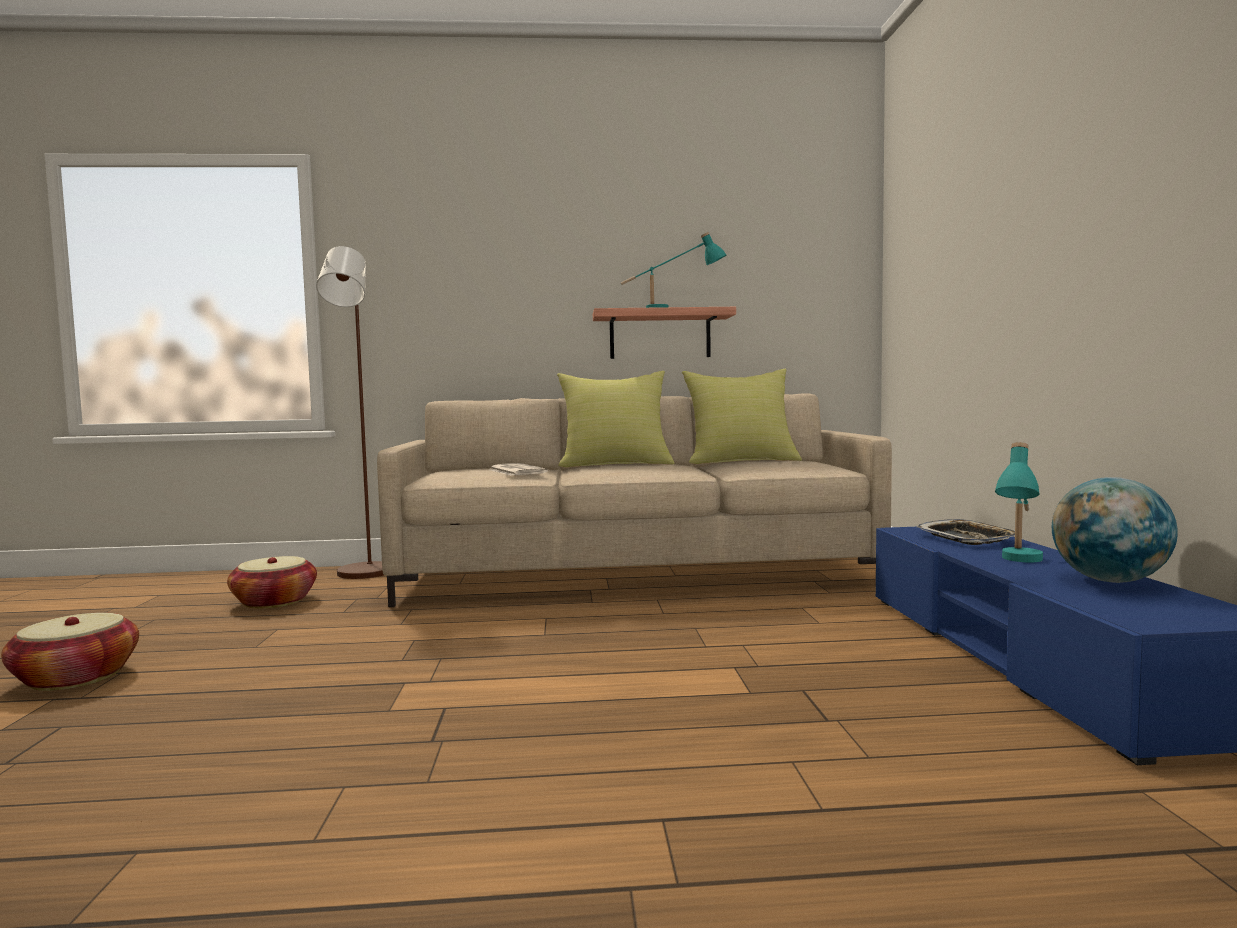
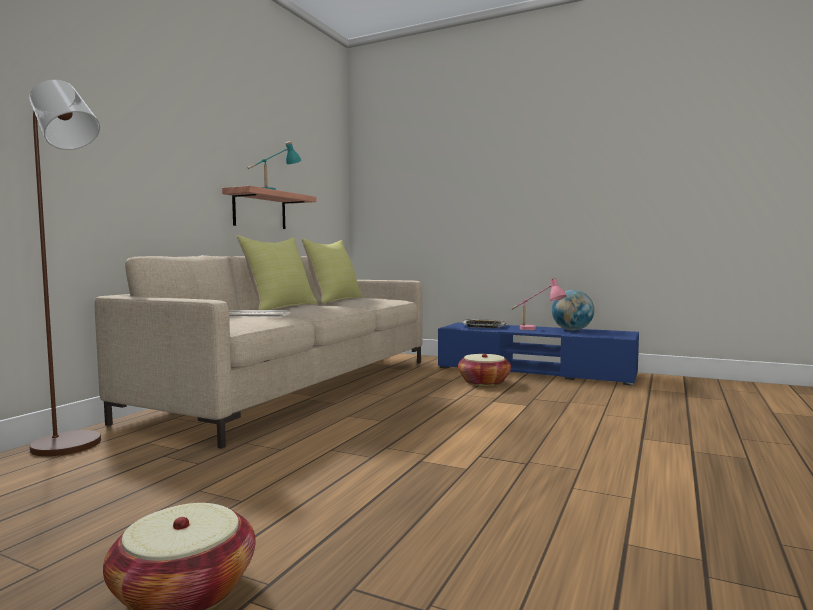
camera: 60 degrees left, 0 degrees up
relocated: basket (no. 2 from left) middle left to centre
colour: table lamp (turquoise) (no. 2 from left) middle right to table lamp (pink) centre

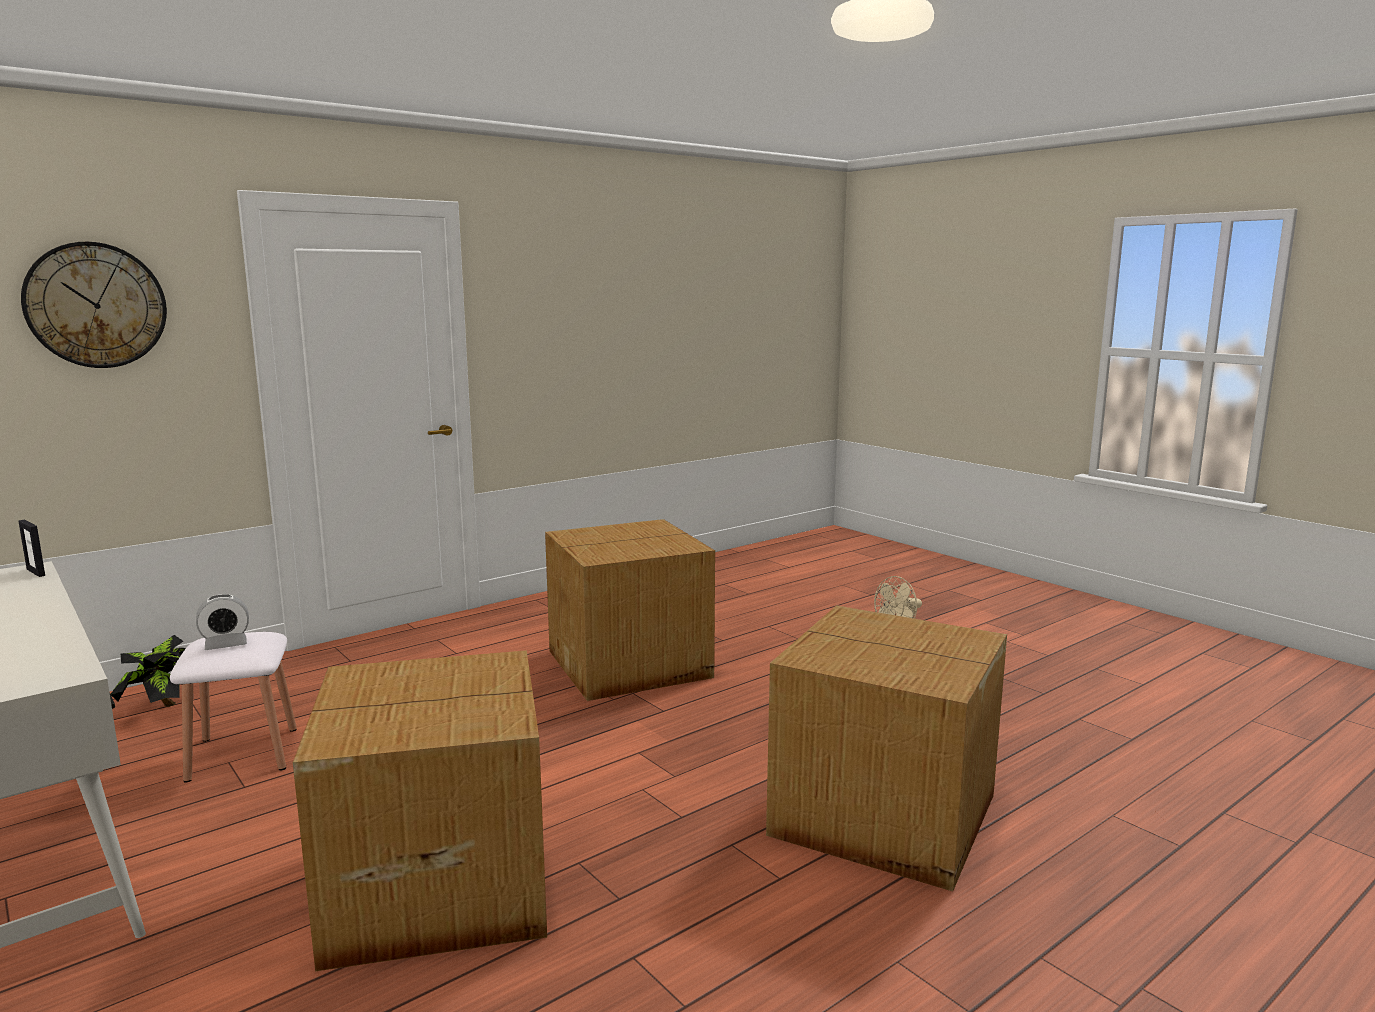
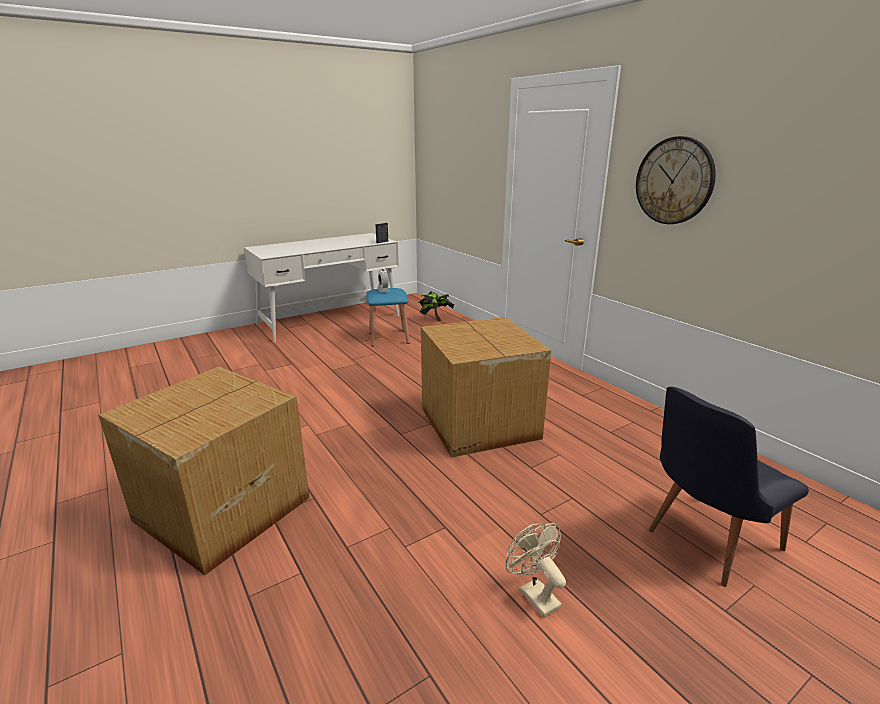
camera: 95 degrees right, 10 degrees up
missing: cardboard box (no. 1 from left) bottom left
appeared: chair (black) bottom right
relocated: wall clock top left to top right
colour: stool (white) bottom left to stool (blue) centre

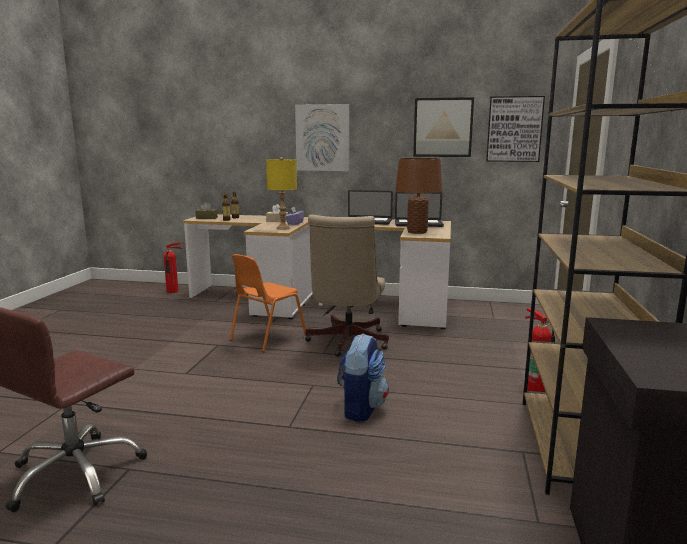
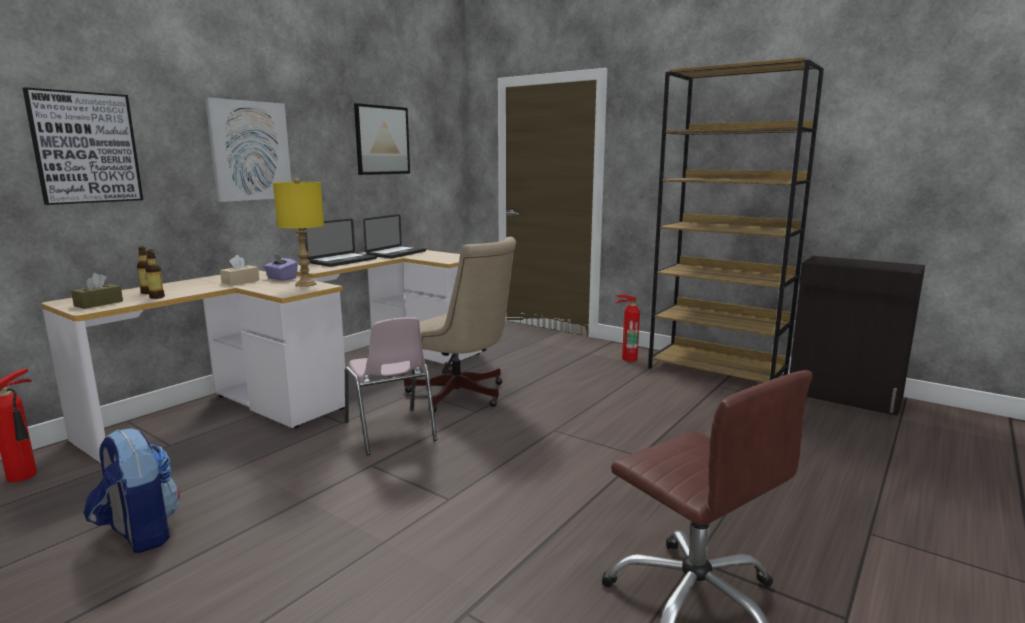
camera: 65 degrees left, 0 degrees up
missing: table lamp (brown) centre
relocated: backpack bottom centre to bottom left; picture (no. 3 from left in the first image) top right to picture (no. 1 from left) top left
colour: chair (orange) centre to chair (pink) centre

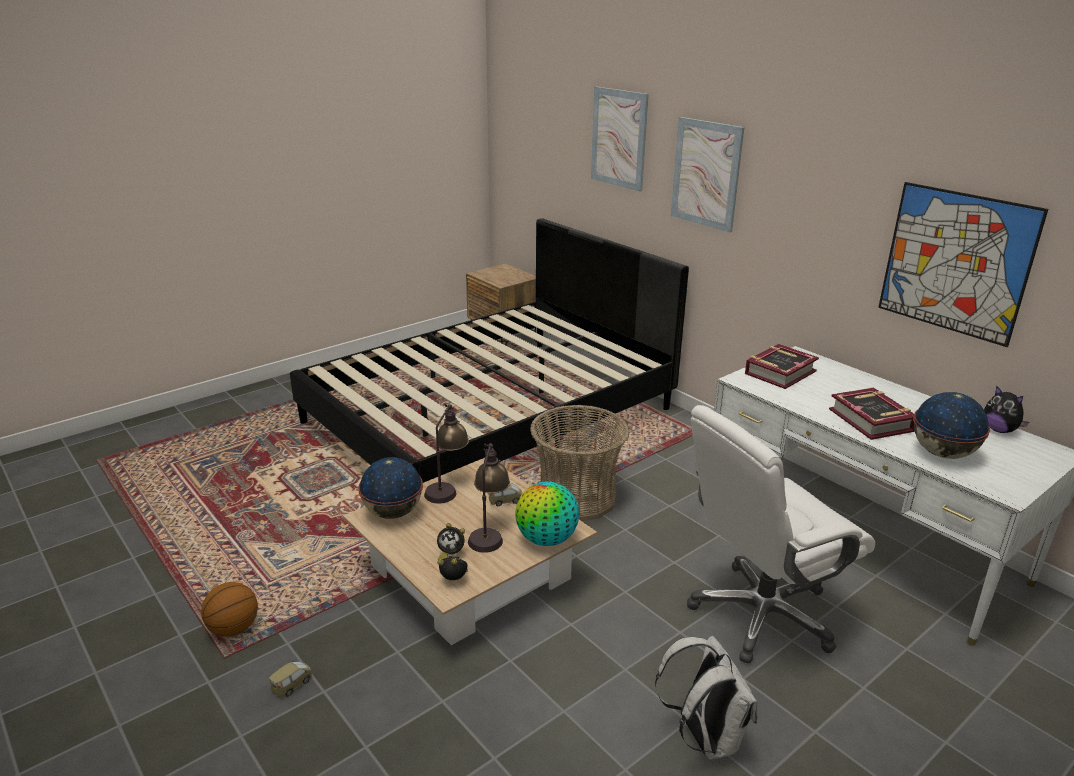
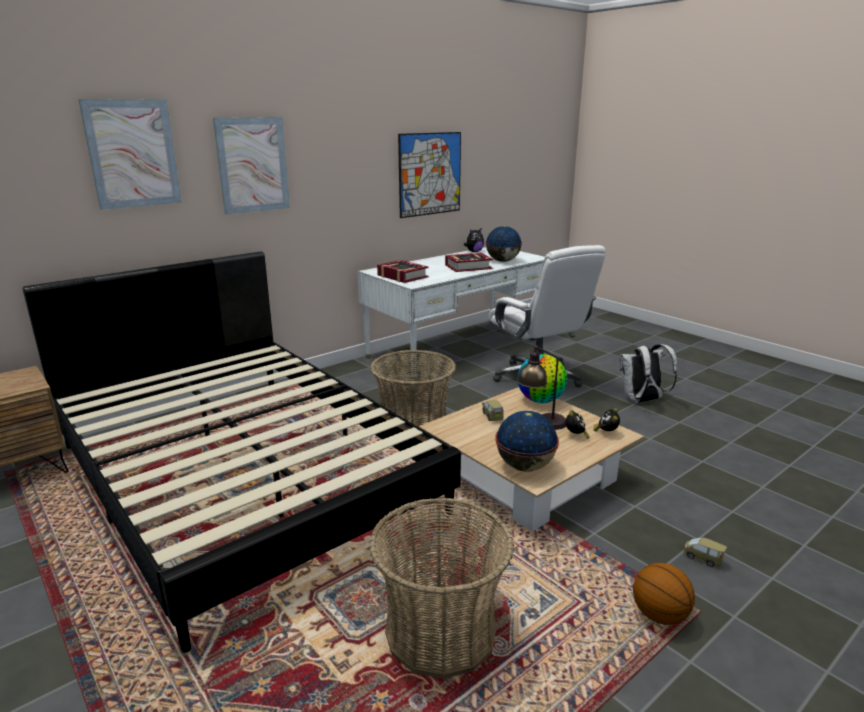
camera: 90 degrees left, 5 degrees down
missing: table lamp (no. 1 from left) centre
appeared: basket (no. 2 from left) bottom centre

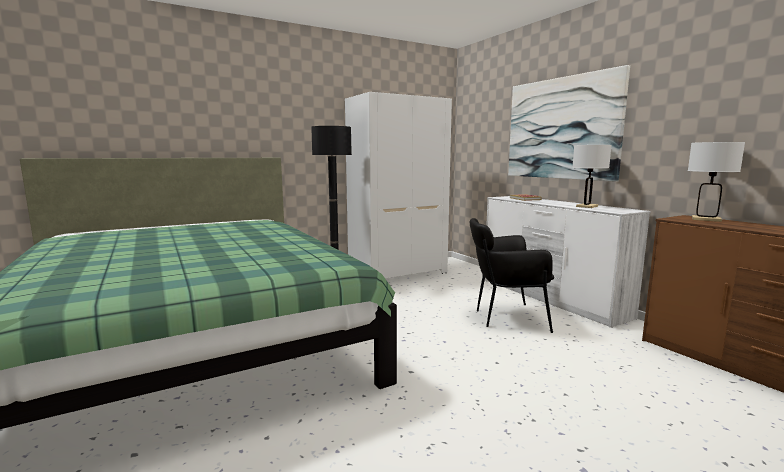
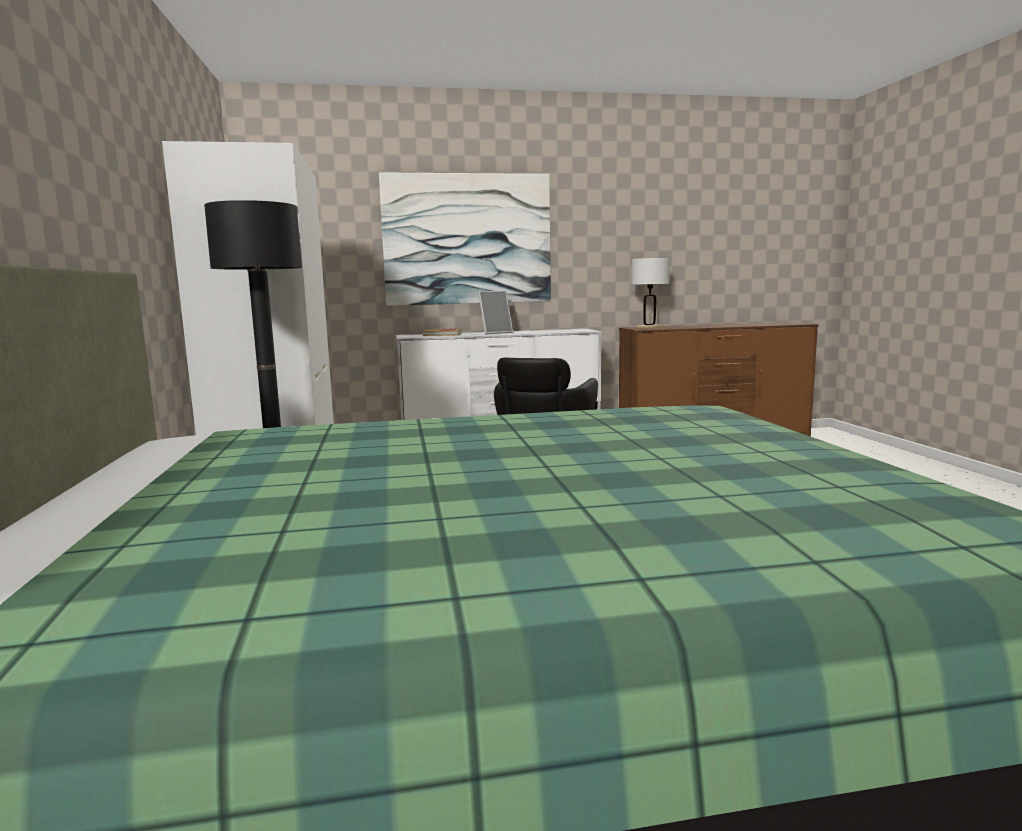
camera: 70 degrees left, 0 degrees up
missing: table lamp (white) (no. 1 from left) middle right
appeared: picture frame centre

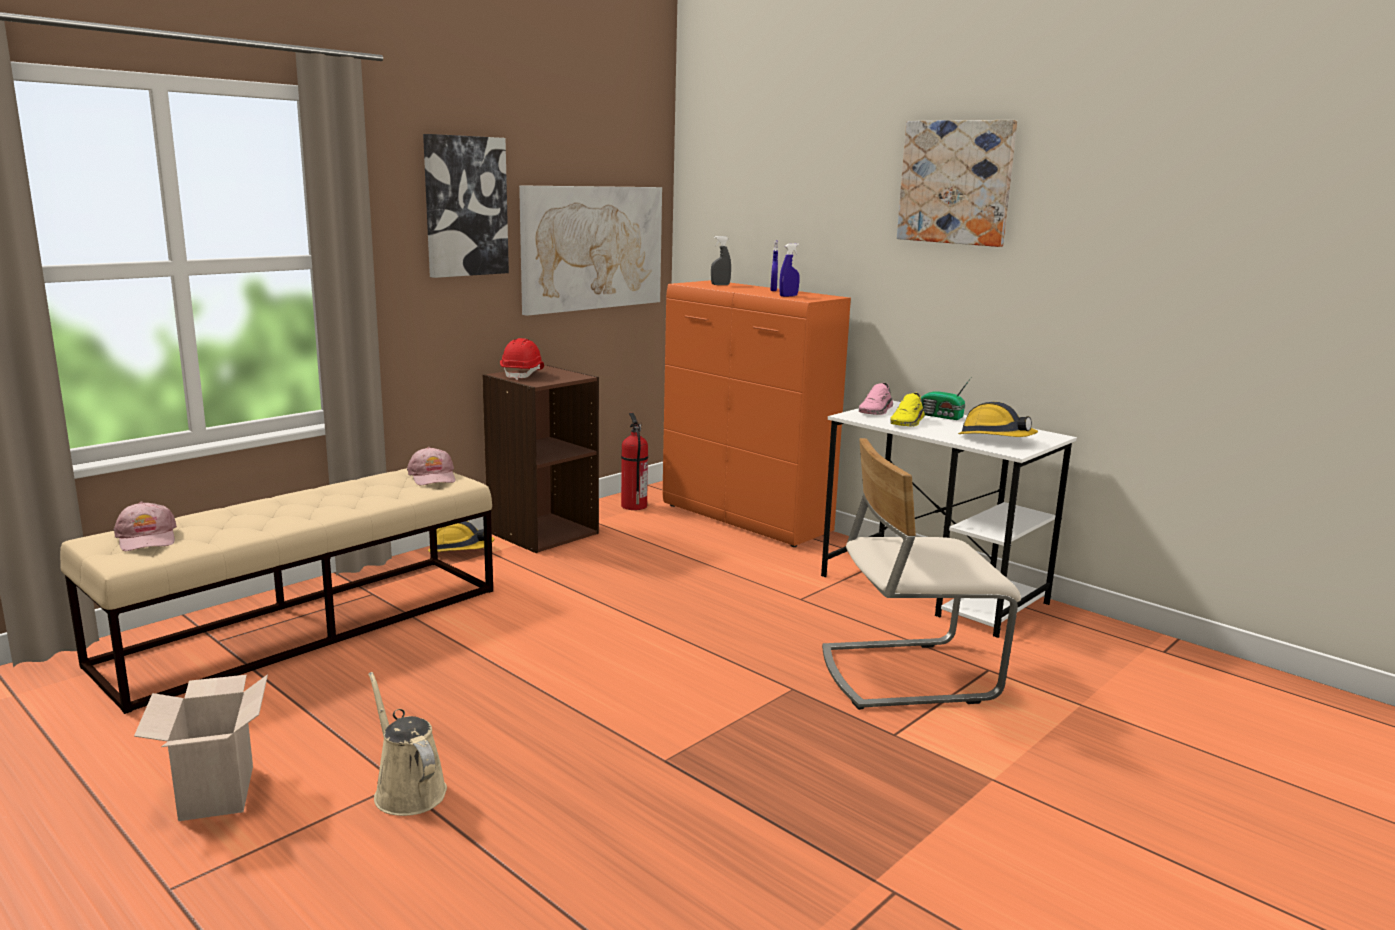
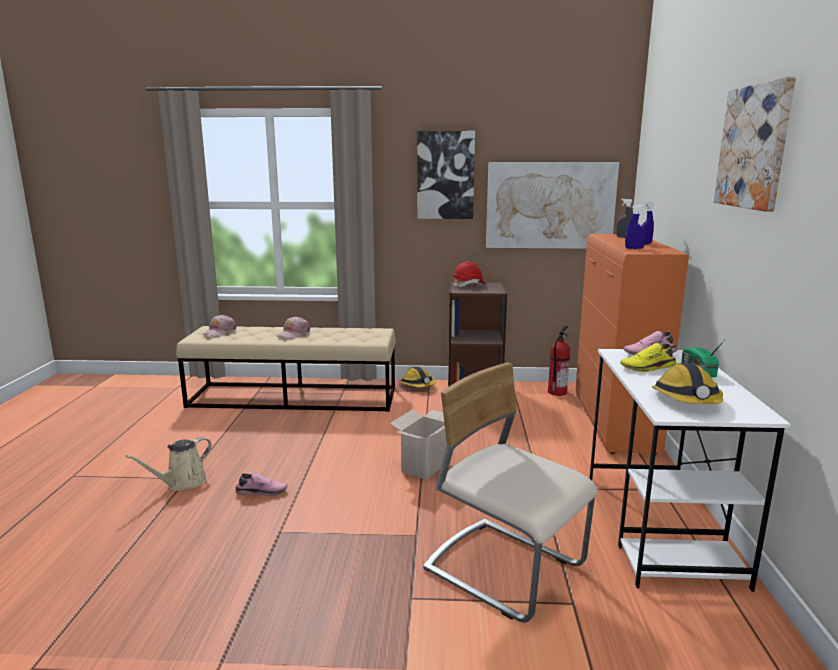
camera: 50 degrees right, 0 degrees up
appeared: shoe (pink) (no. 1 from left) bottom left
relocated: cardboard box bottom left to centre; cap (pink) (no. 2 from left) middle left to centre
spun: watering can (beige) bottom left = bottom left 150 degrees counterclockwise

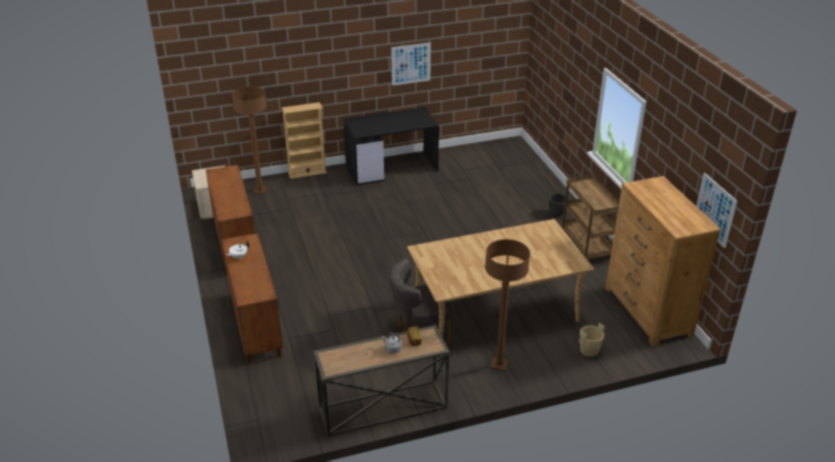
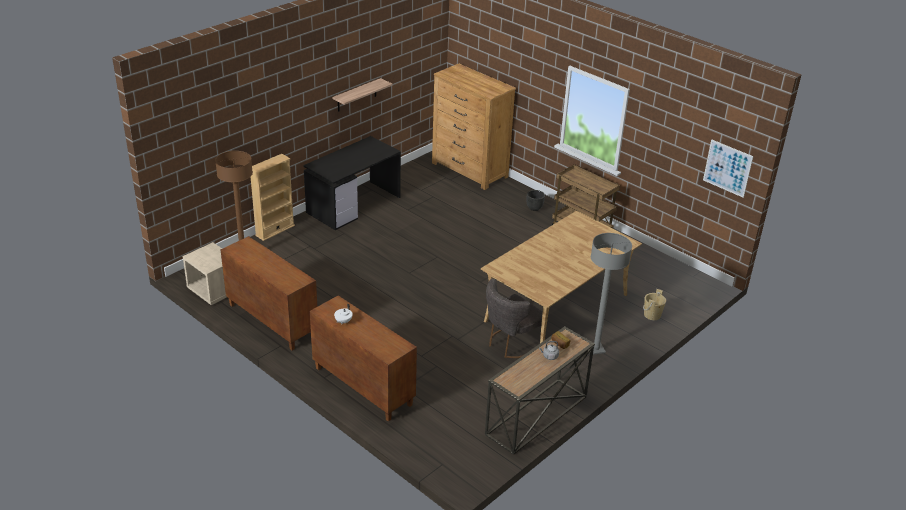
camera: 30 degrees left, 0 degrees up
relocated: dresser (brown) middle right to top centre
exchanged: picture (no. 1 from left) top centre to shelf top centre
colour: floor lamp (brown) (no. 2 from left) centre to floor lamp (grey) middle right

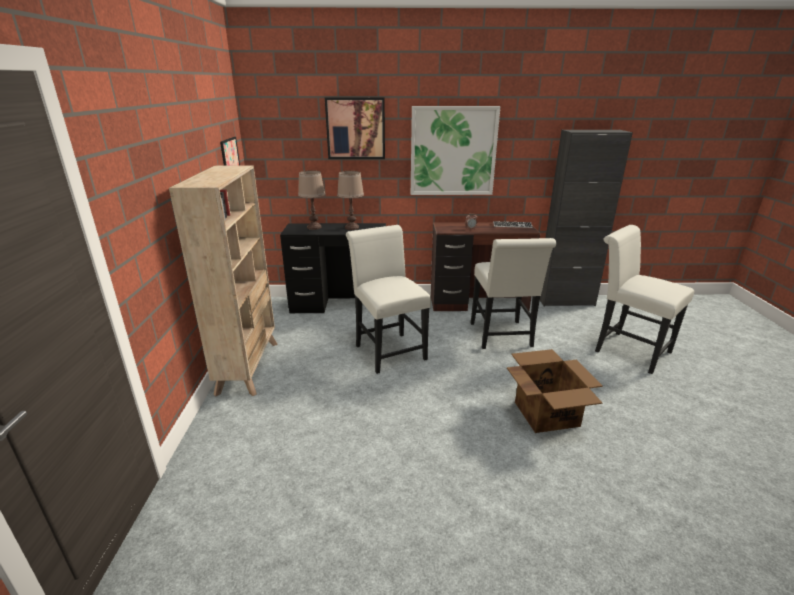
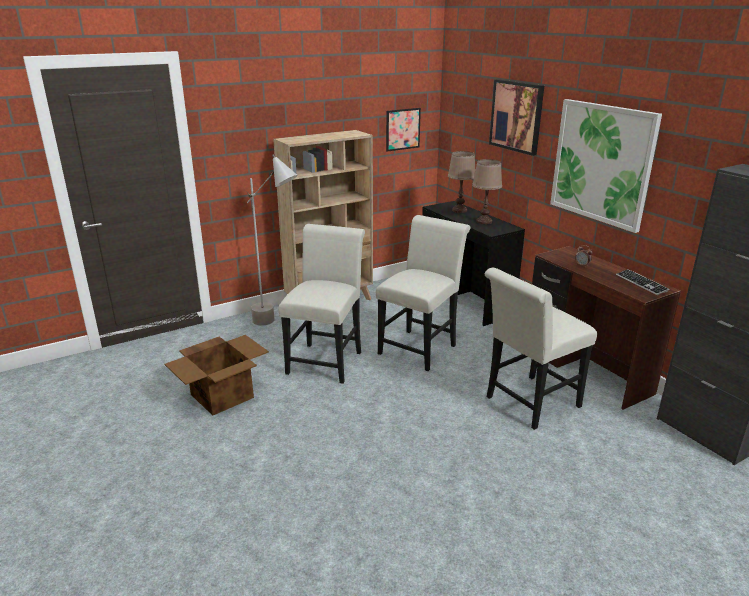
camera: 60 degrees right, 0 degrees up
appeared: floor lamp (grey) centre
relocated: cardboard box middle right to middle left; chair (white) (no. 3 from left in the first image) middle right to chair (white) (no. 1 from left) centre

